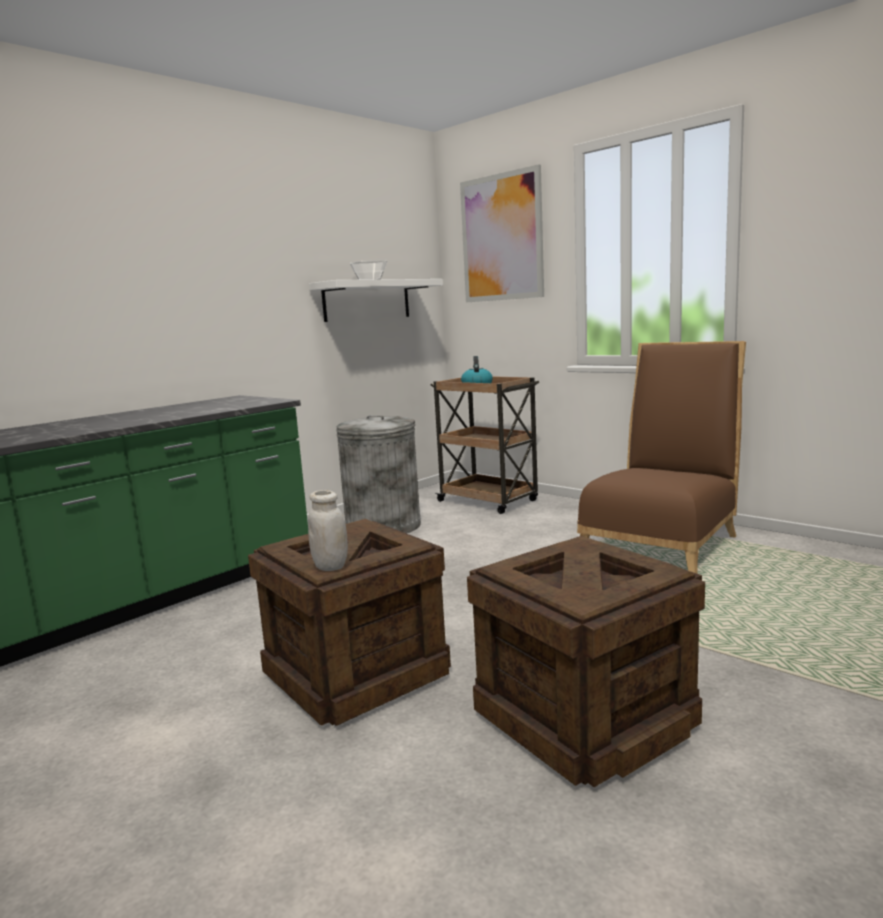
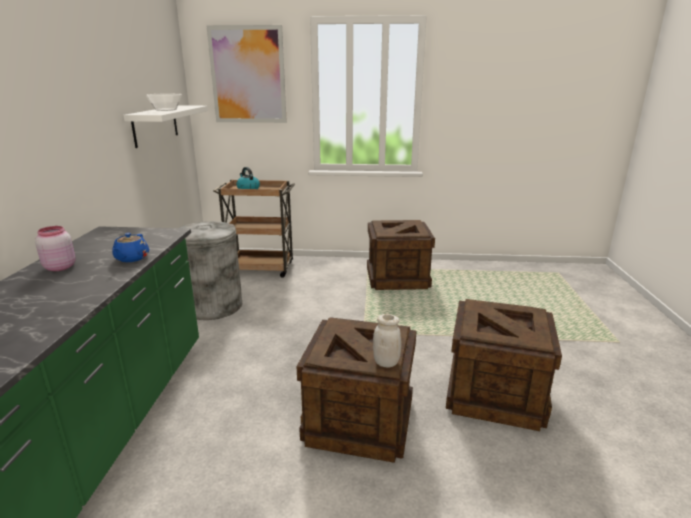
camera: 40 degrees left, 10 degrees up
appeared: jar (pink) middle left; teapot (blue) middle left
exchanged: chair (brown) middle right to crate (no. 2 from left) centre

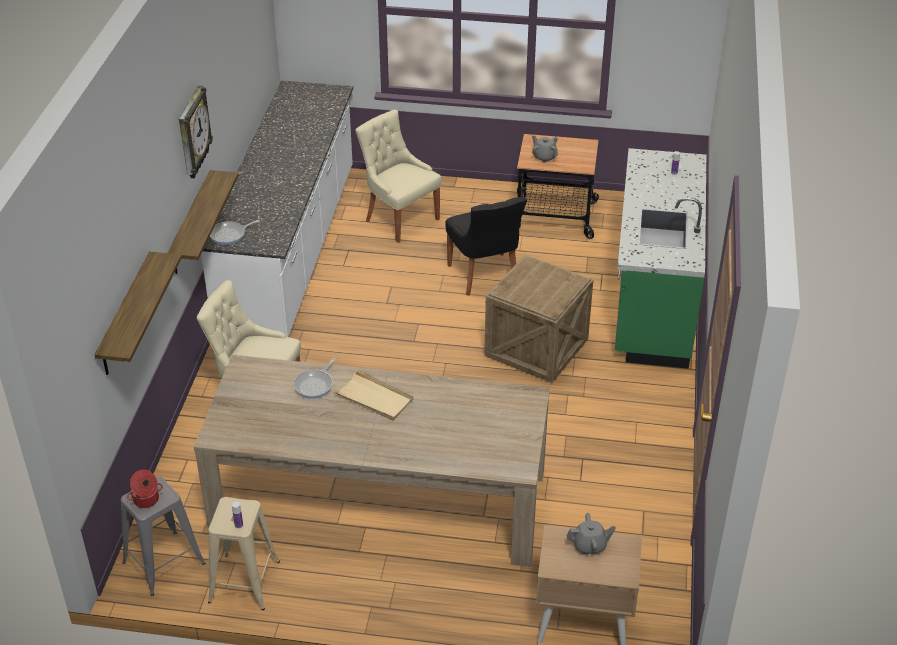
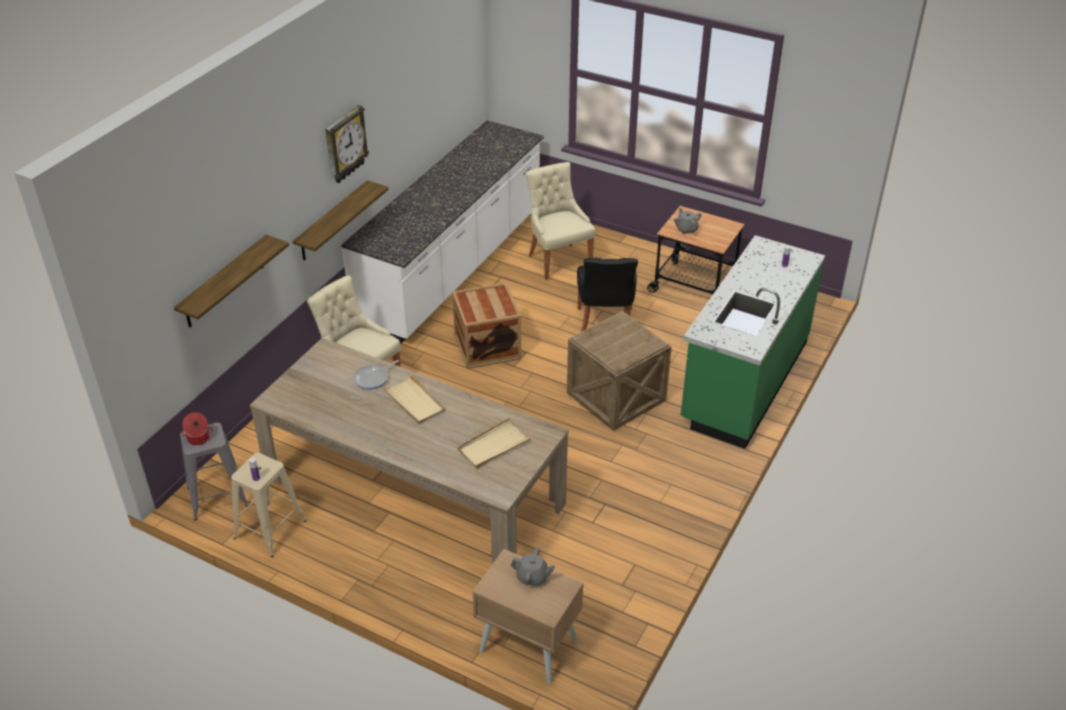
camera: 20 degrees right, 0 degrees up
missing: frying pan (no. 1 from left) middle left
appeared: crate (no. 1 from left) centre; tray (beige) (no. 2 from left) centre

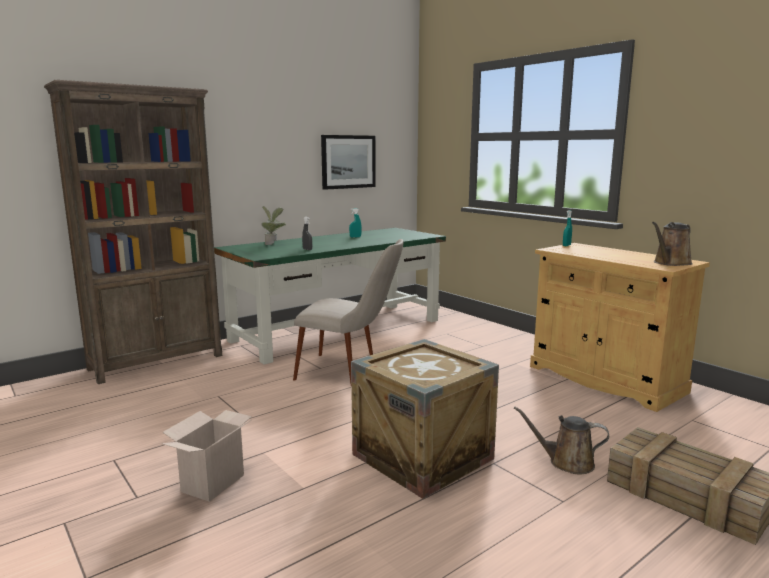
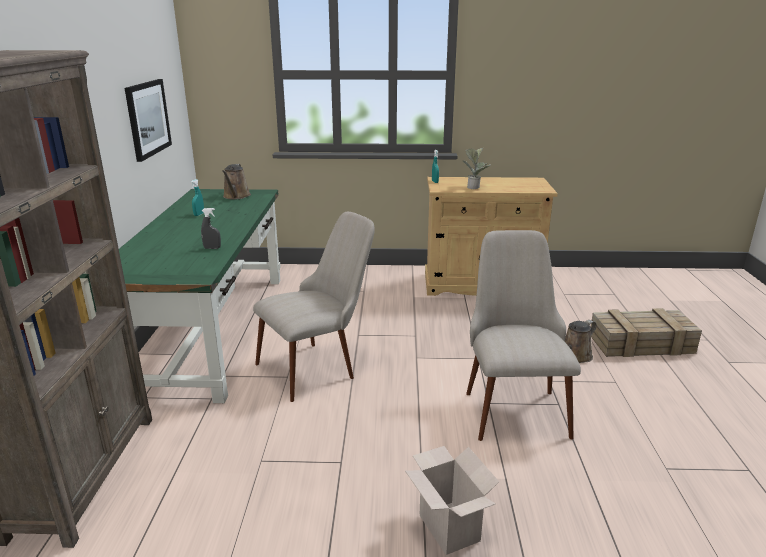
camera: 50 degrees left, 10 degrees up
relocated: potted plant centre to top centre; watering can (brown) (no. 2 from left in the first image) middle right to watering can (brown) (no. 1 from left) top left
exchanged: crate (no. 1 from left) bottom centre to chair (beige) (no. 2 from left) middle right

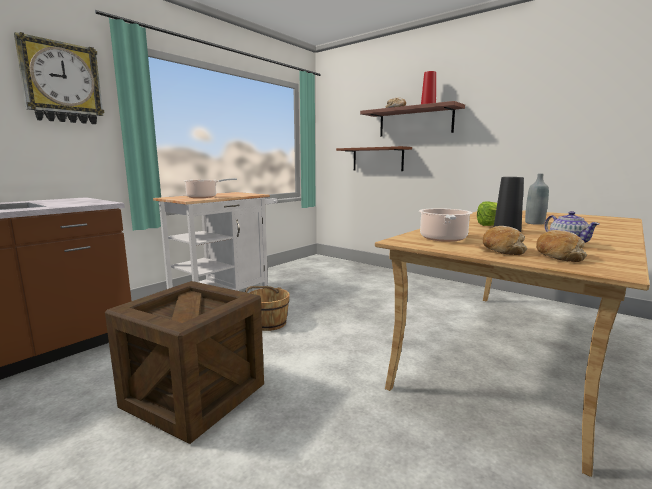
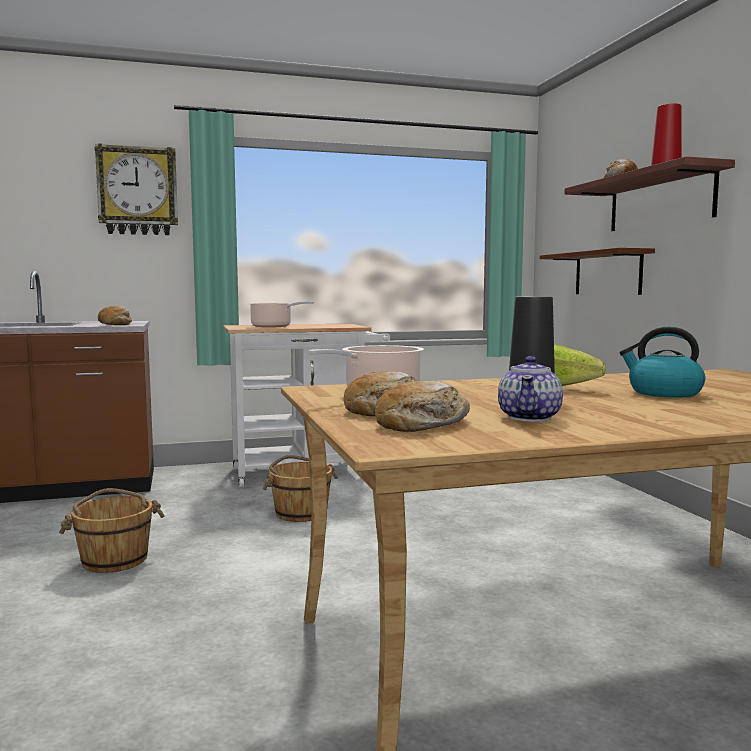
camera: 35 degrees right, 5 degrees down
appeared: bread (no. 1 from left) middle left
exchanged: crate bottom left to bucket (brown) (no. 1 from left) bottom left; bottle (grey) middle right to kettle middle right

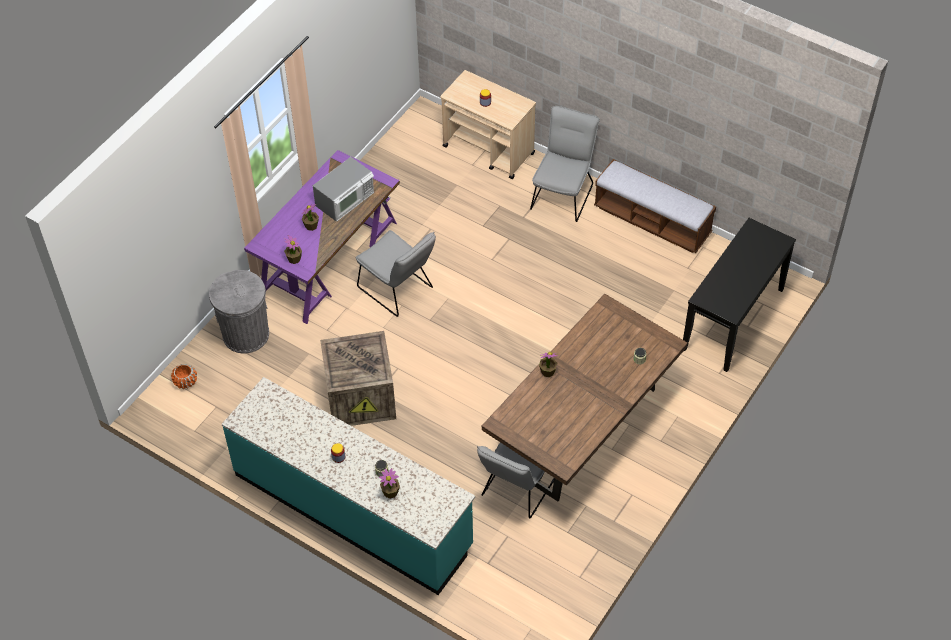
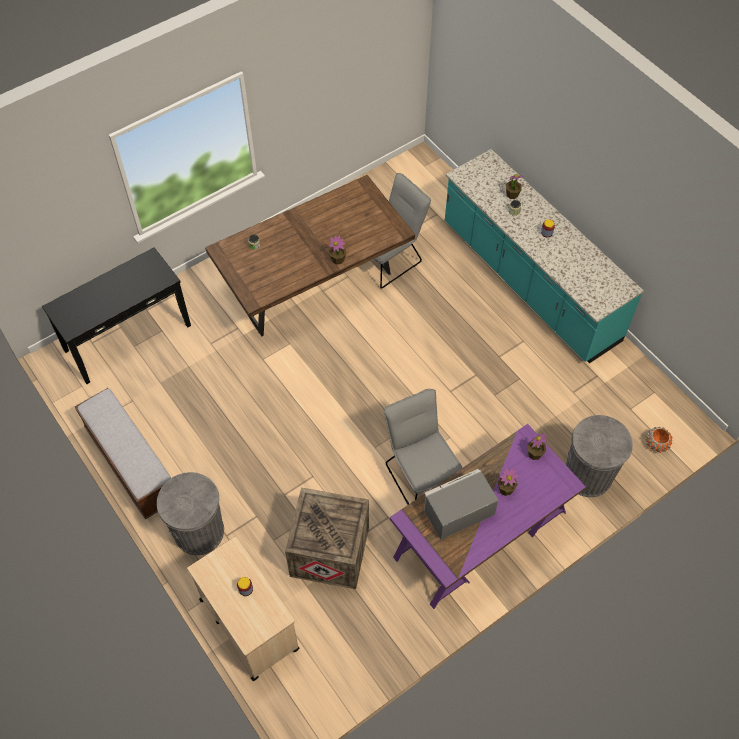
camera: 160 degrees left, 5 degrees up
relocated: crate centre to bottom centre
exchanged: chair (grey) (no. 3 from left) top centre to trash can (grey) (no. 1 from left) bottom left

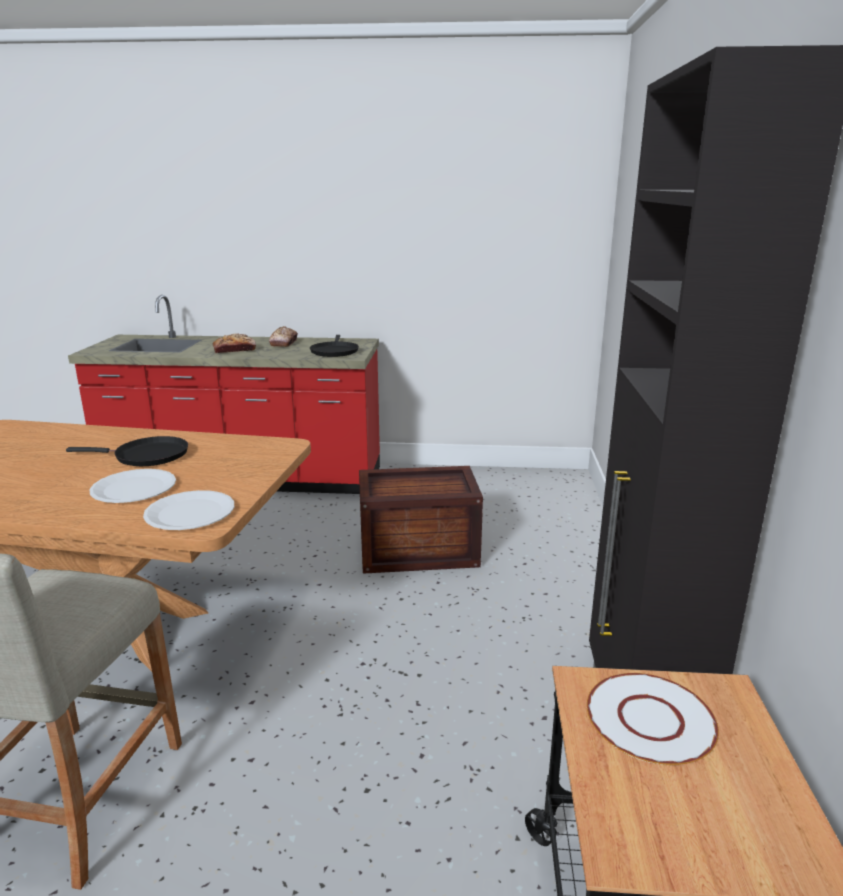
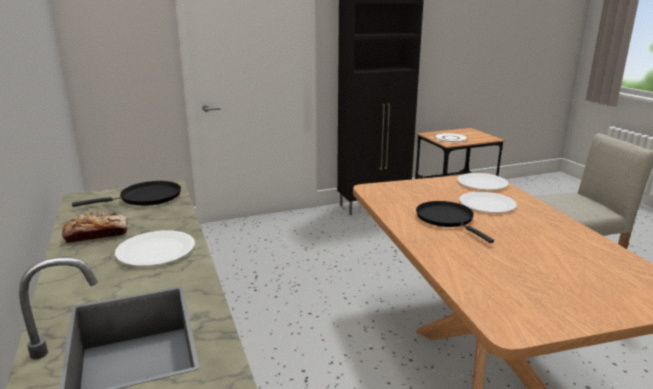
camera: 115 degrees left, 0 degrees up
missing: crate centre
exchanged: bread (no. 1 from left) middle left to plate (white) (no. 1 from left) middle left

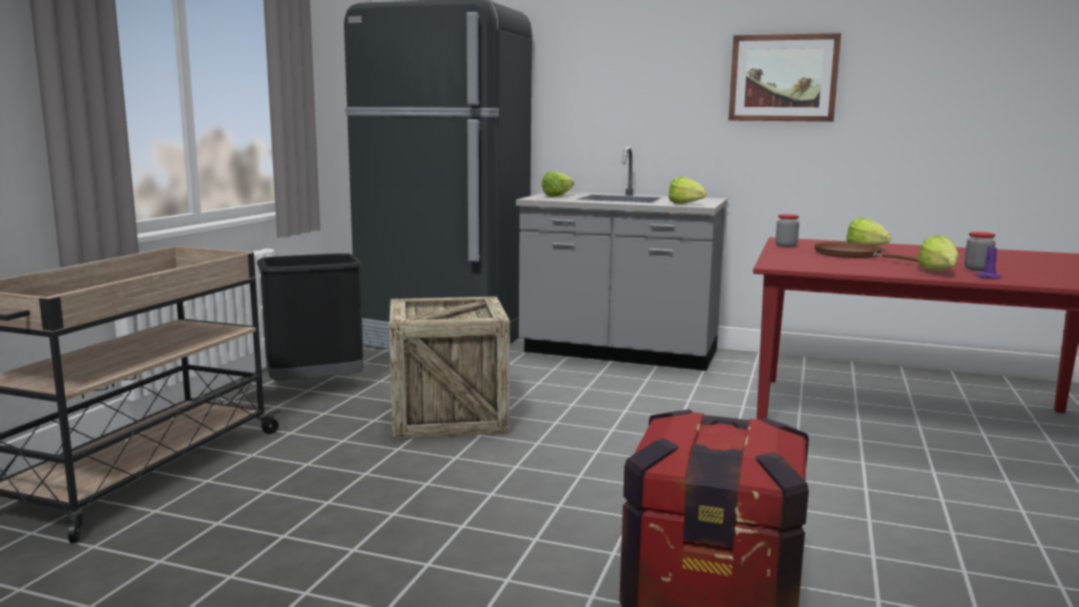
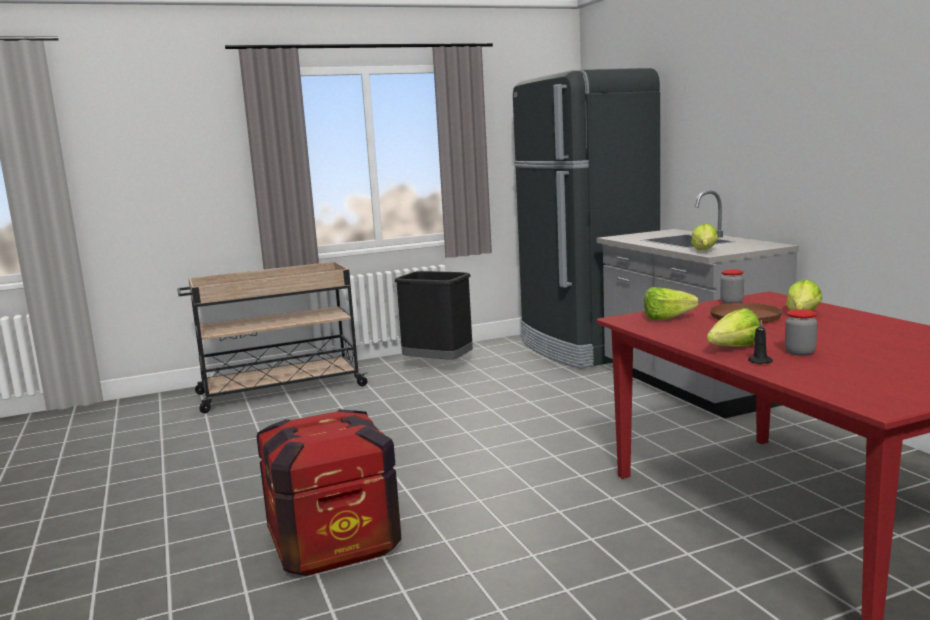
camera: 50 degrees right, 0 degrees up
missing: crate (no. 1 from left) centre; picture top right
relocated: lettuce (no. 1 from left) top centre to middle right
colour: candle (purple) middle right to candle (black) middle right

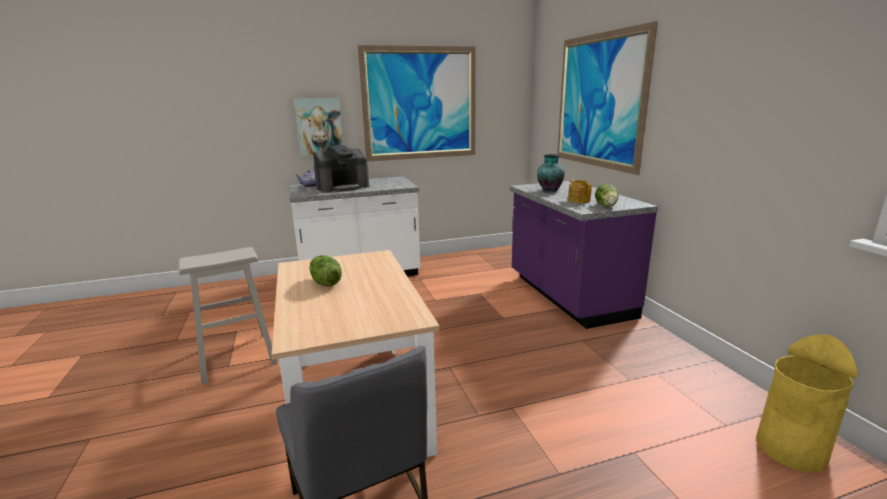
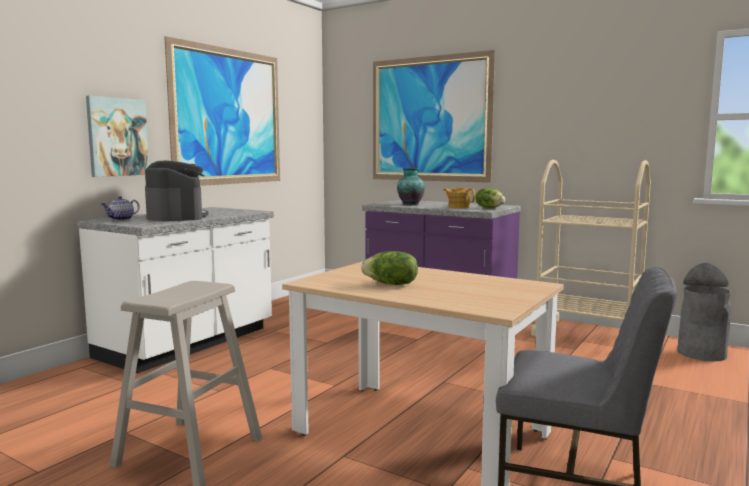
camera: 40 degrees left, 10 degrees down
appeared: cart (beige) middle right
colour: trash can (yellow) bottom right to trash can (grey) middle right
spun: coffee machine centre = middle left 45 degrees counterclockwise

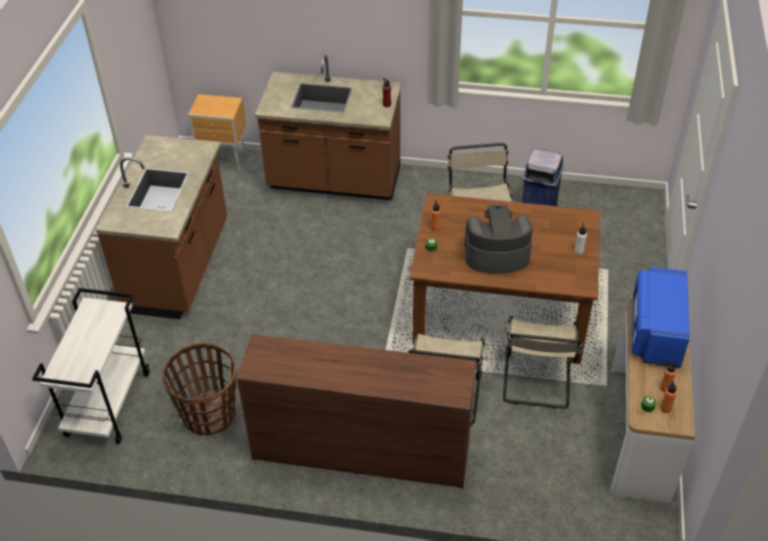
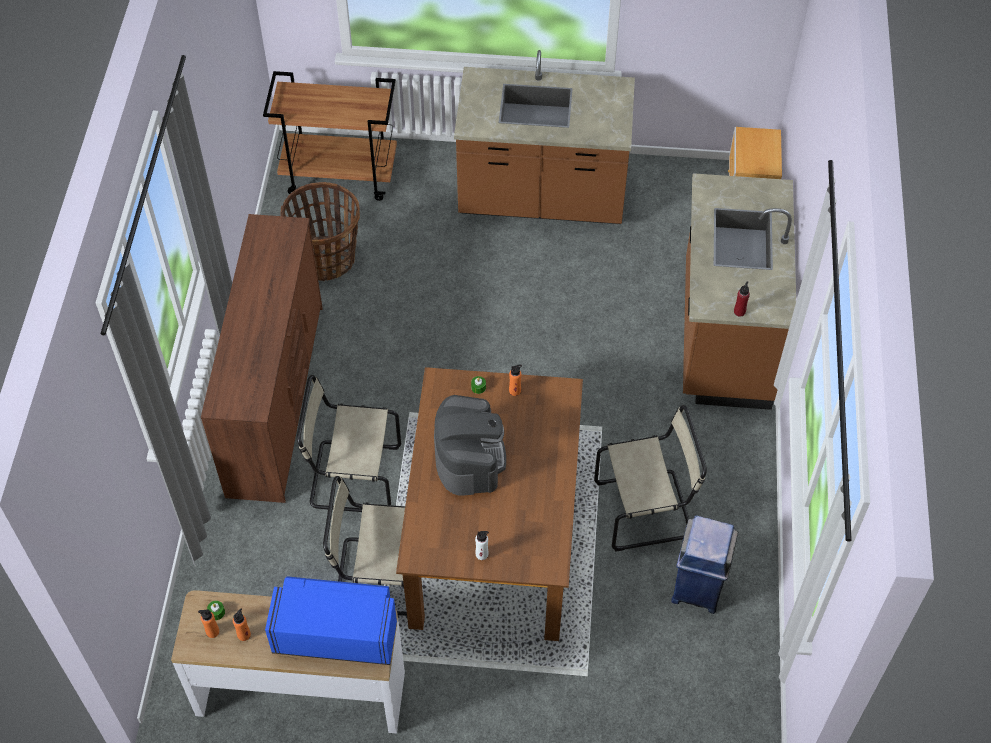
camera: 85 degrees right, 10 degrees up
colour: cart (white) bottom left to cart (brown) top left

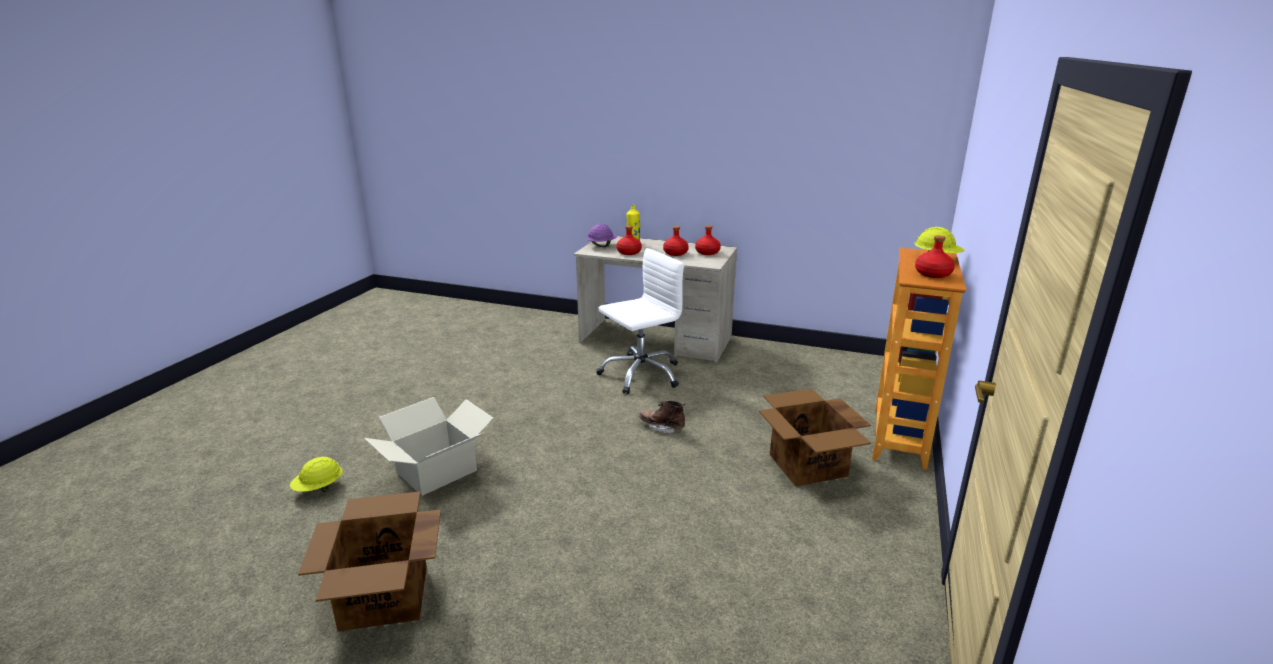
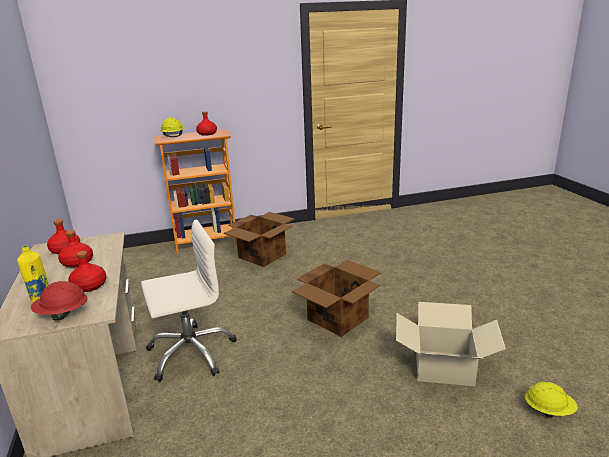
camera: 125 degrees left, 0 degrees up
missing: boot (brown) centre
relocated: cardboard box (no. 1 from left in the first image) bottom left to cardboard box (no. 2 from left) centre
colour: hard hat (purple) centre to hard hat (red) middle left
spun: office chair (white) centre = middle left 135 degrees clockwise

